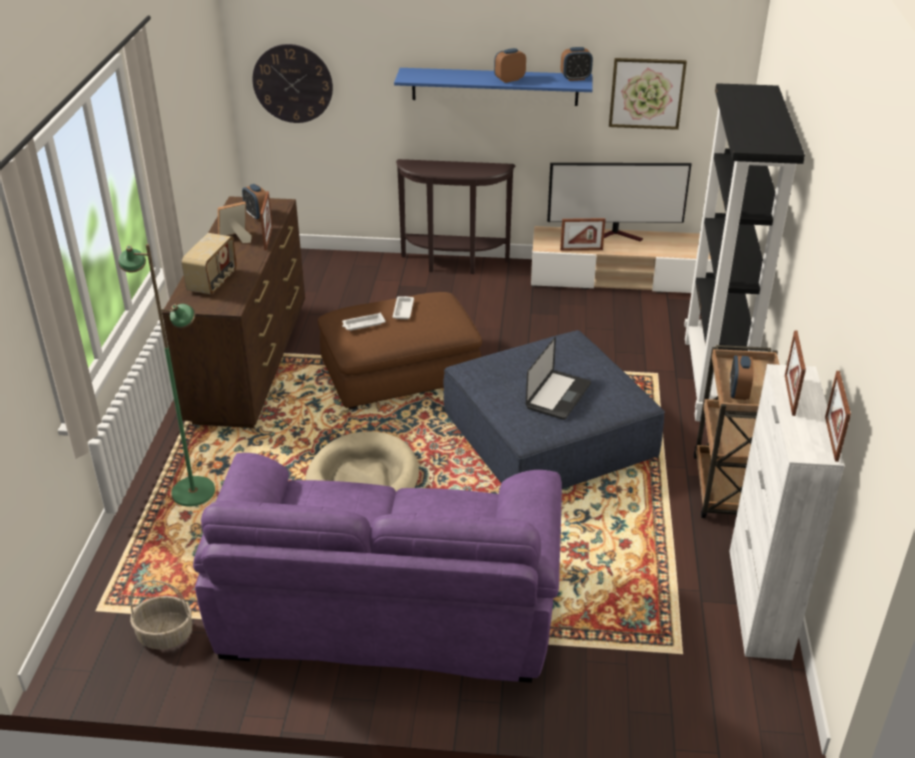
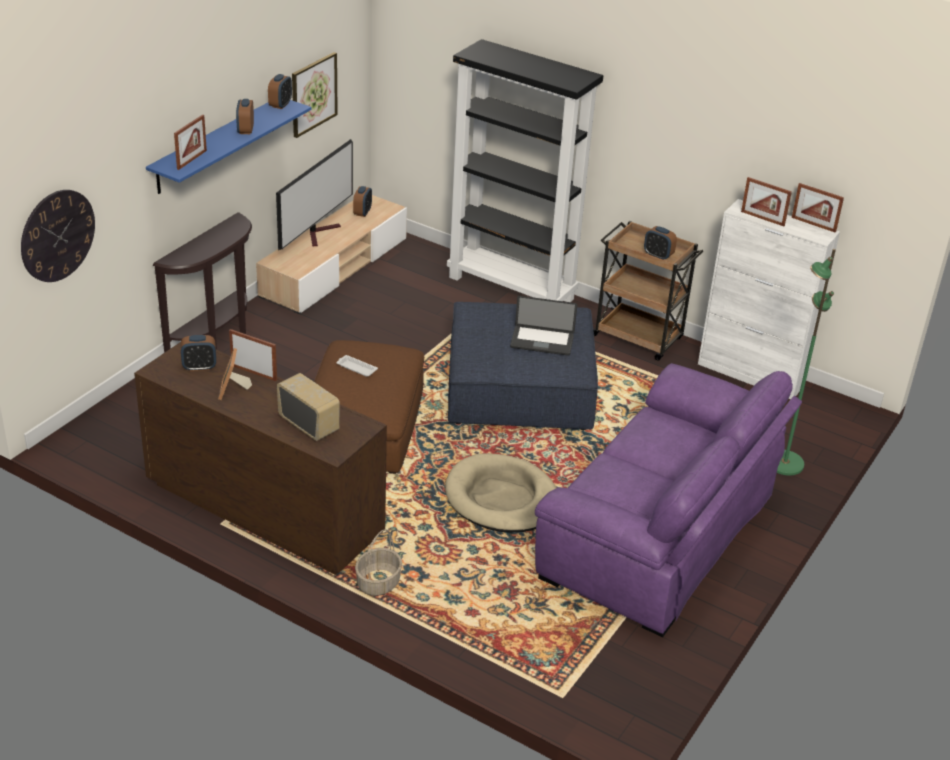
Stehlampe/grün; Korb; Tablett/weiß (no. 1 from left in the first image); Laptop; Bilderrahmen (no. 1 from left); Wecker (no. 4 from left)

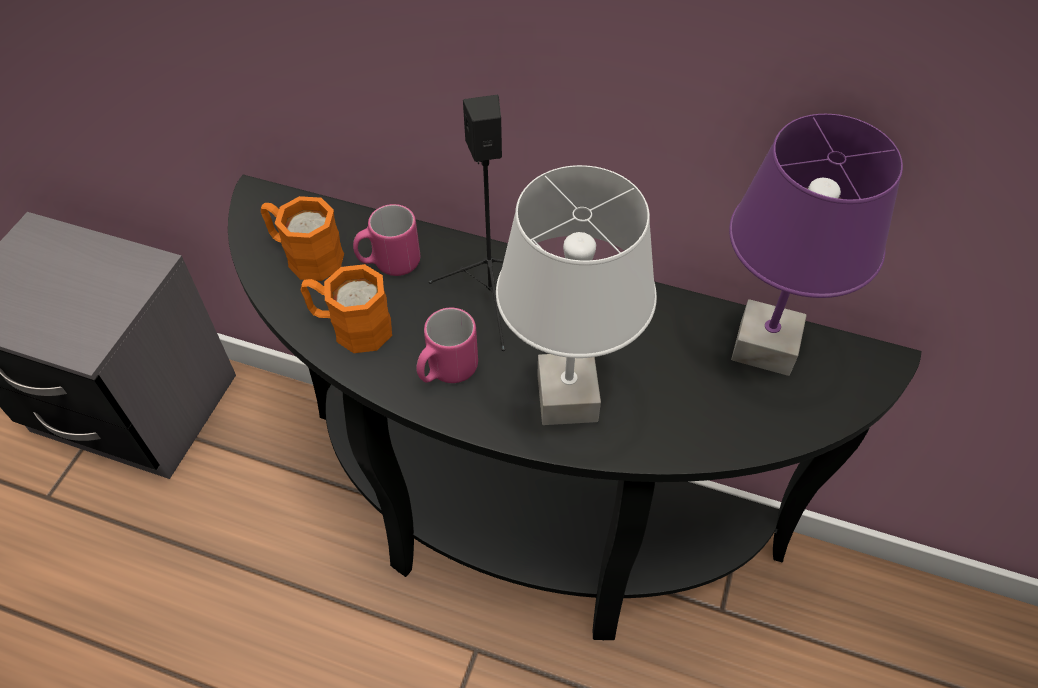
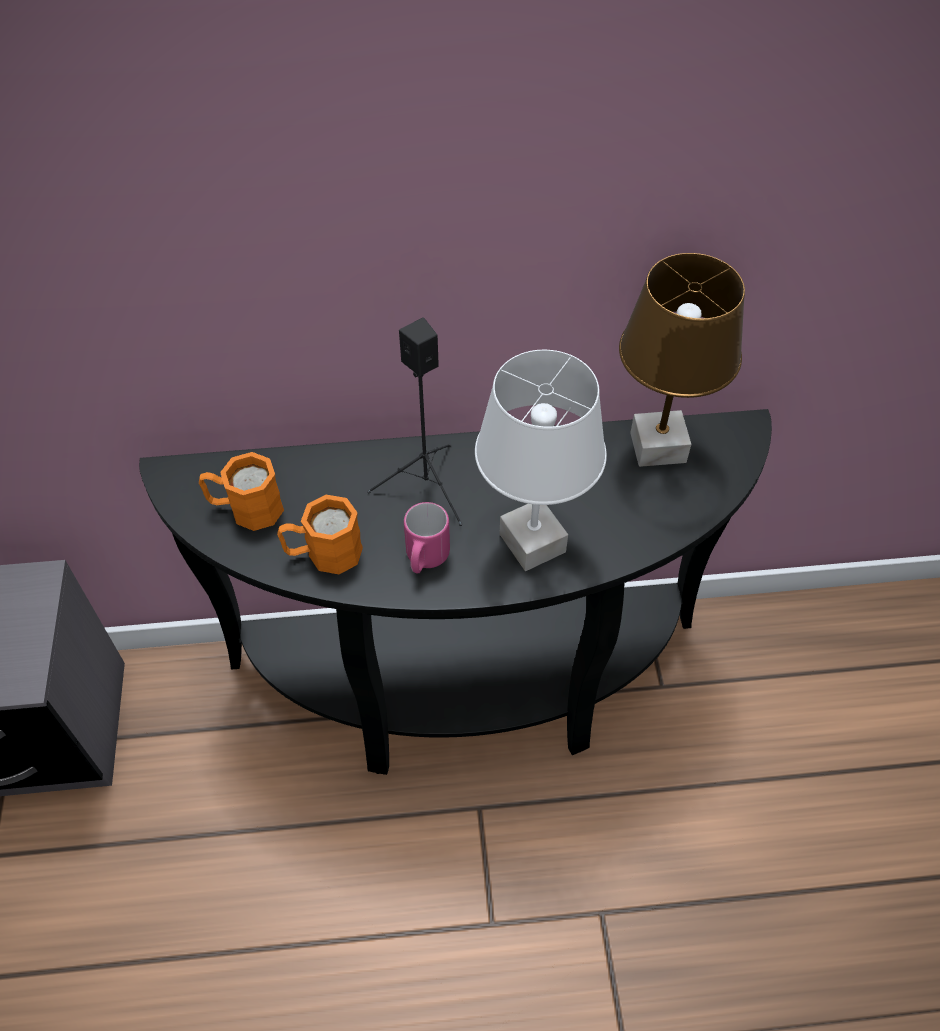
Henkelbecher/rosa (no. 1 from left in the first image); Tischlampe/braun

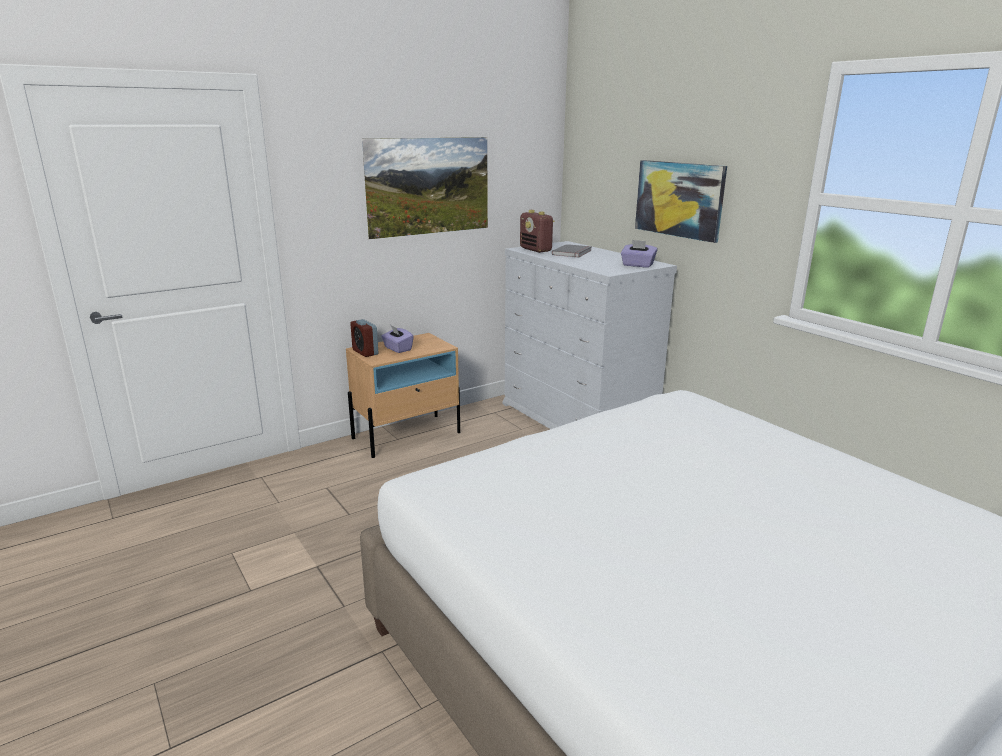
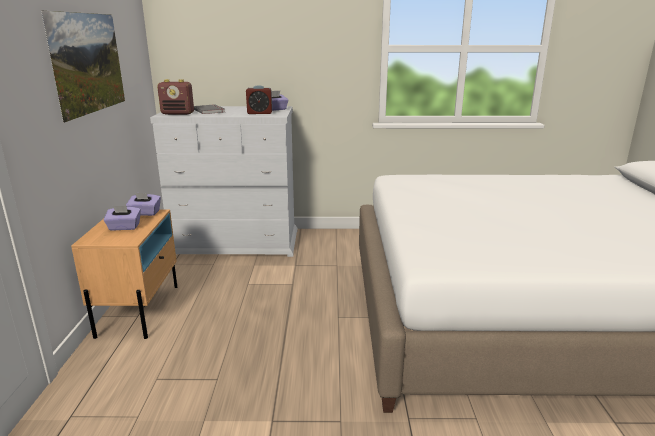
Wecker; Bild (no. 2 from left in the first image); Taschentuchbox/lila (no. 2 from left)

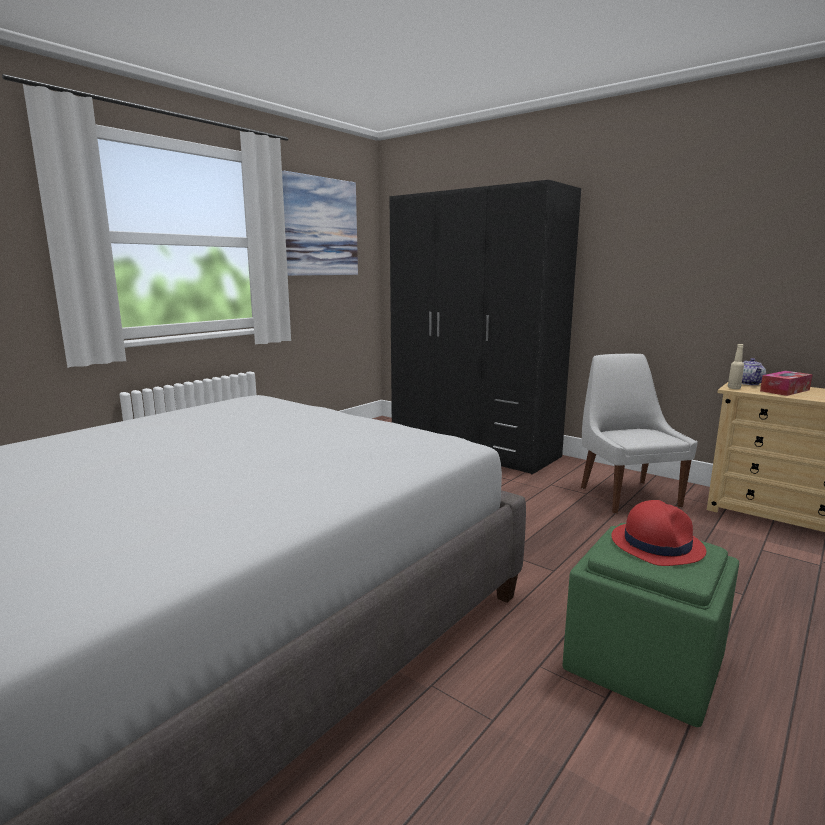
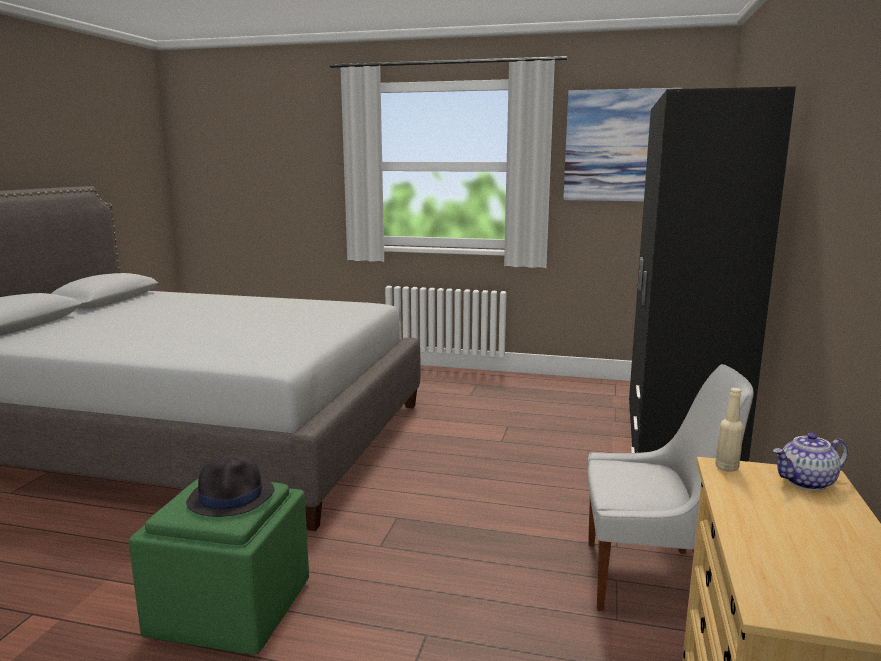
Stuhl/weiß; Hut/schwarz; Taschentuchbox

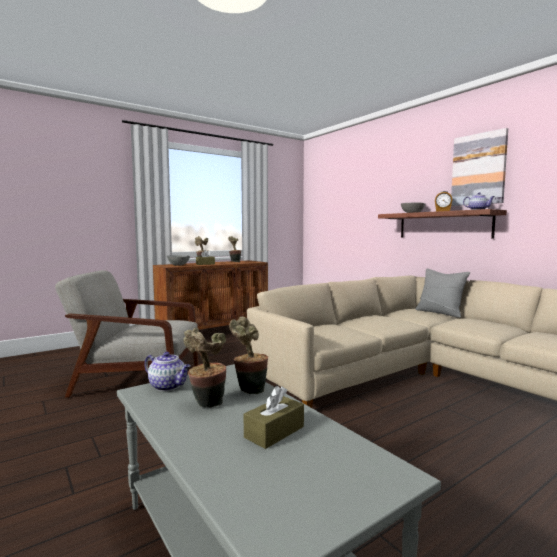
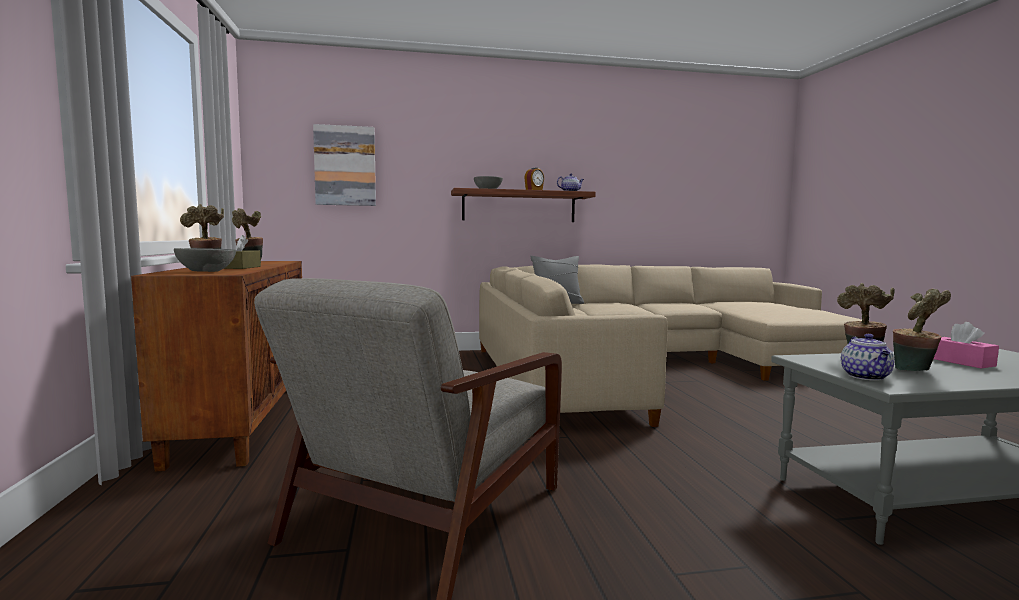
Teekanne (no. 2 from left); Taschentuchbox/rosa; Bild

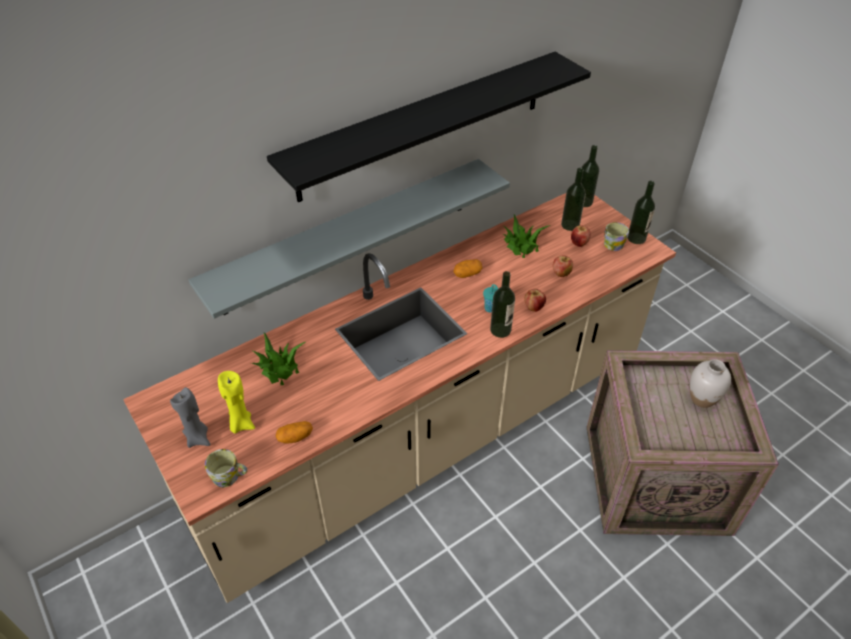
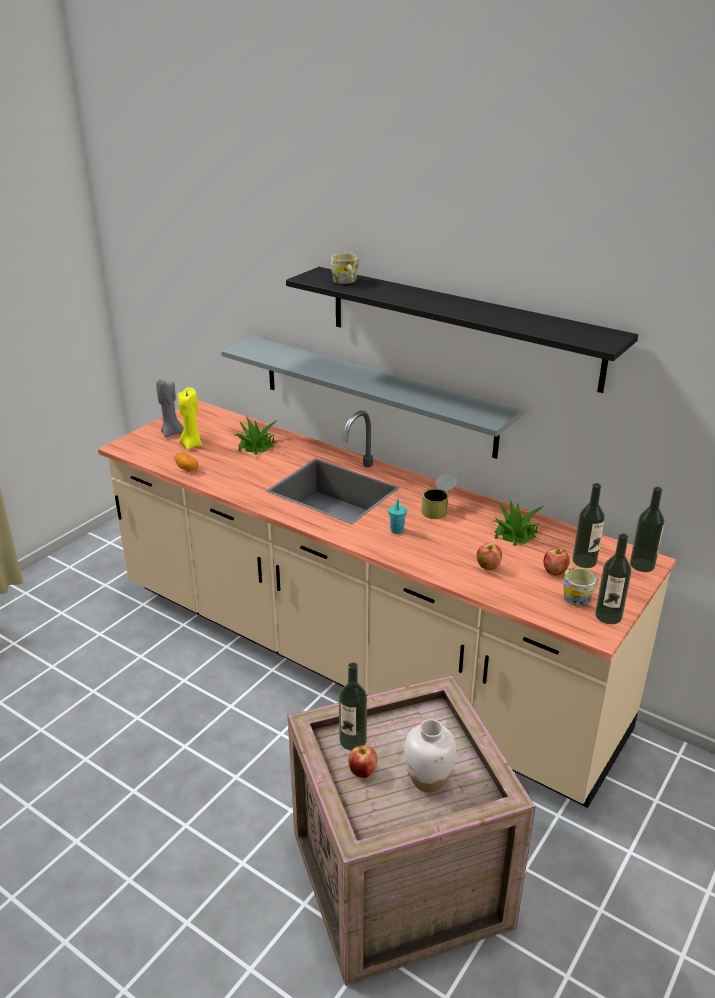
Henkelbecher (no. 1 from left); Dose; Flasche (no. 1 from left); Apfel (no. 1 from left)

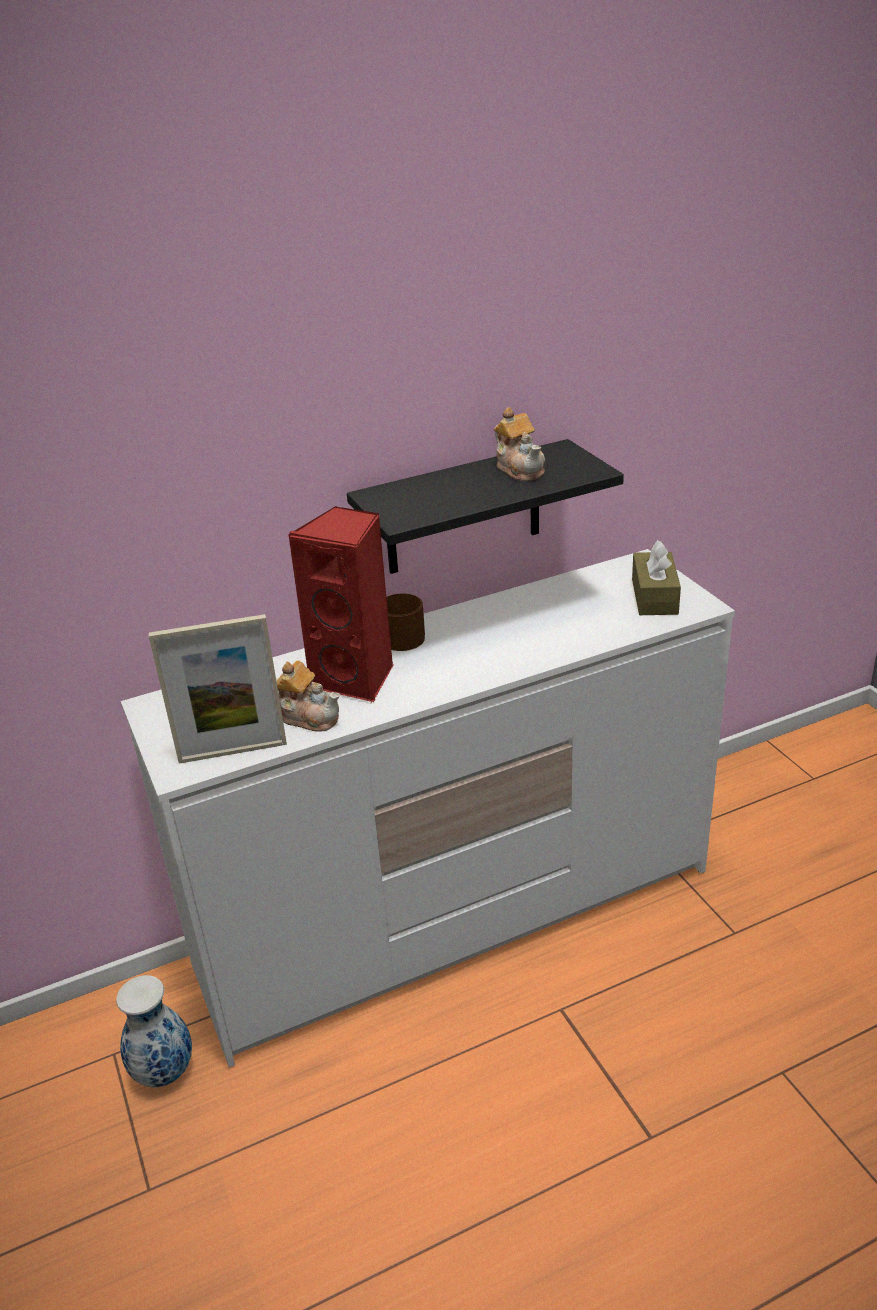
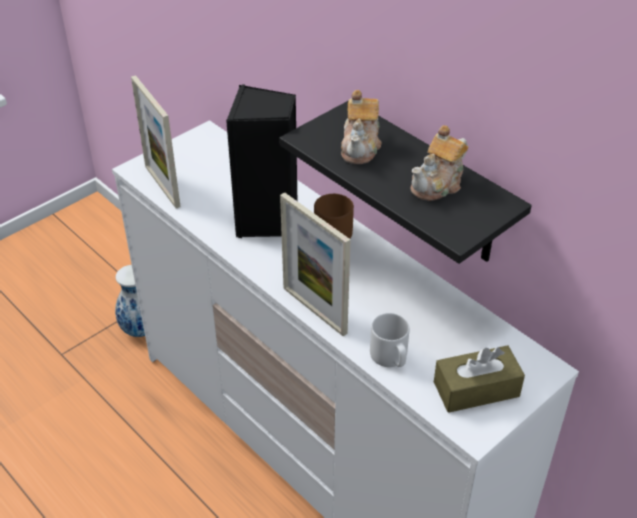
Teekanne (no. 1 from left); Lautsprecher/schwarz; Bilderrahmen (no. 2 from left); Henkelbecher/grau

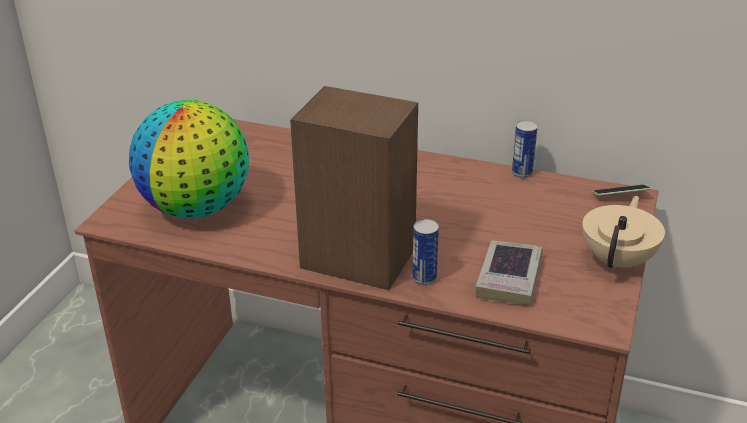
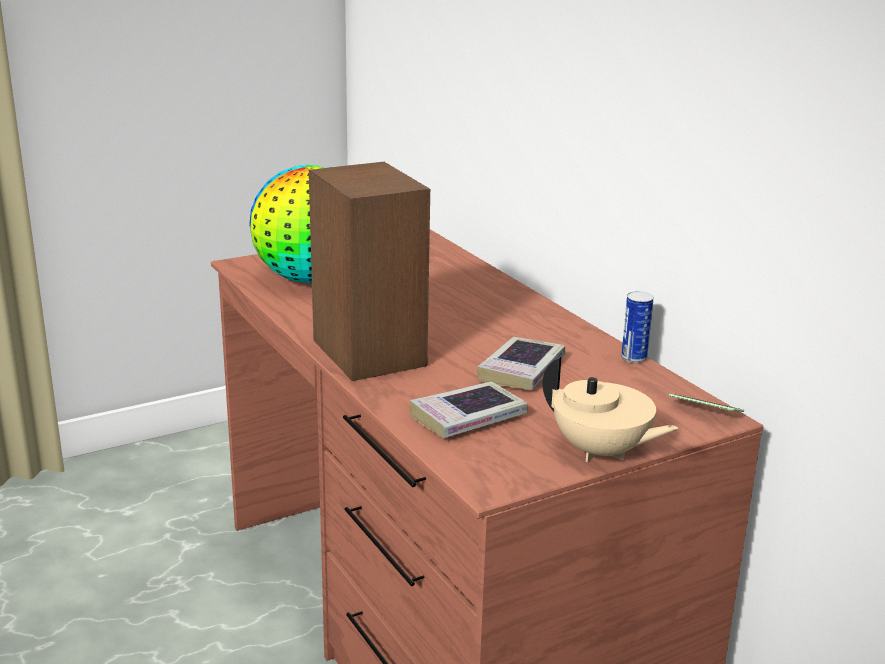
Dose (no. 1 from left in the first image); Teekanne/beige; Buch (no. 2 from left)

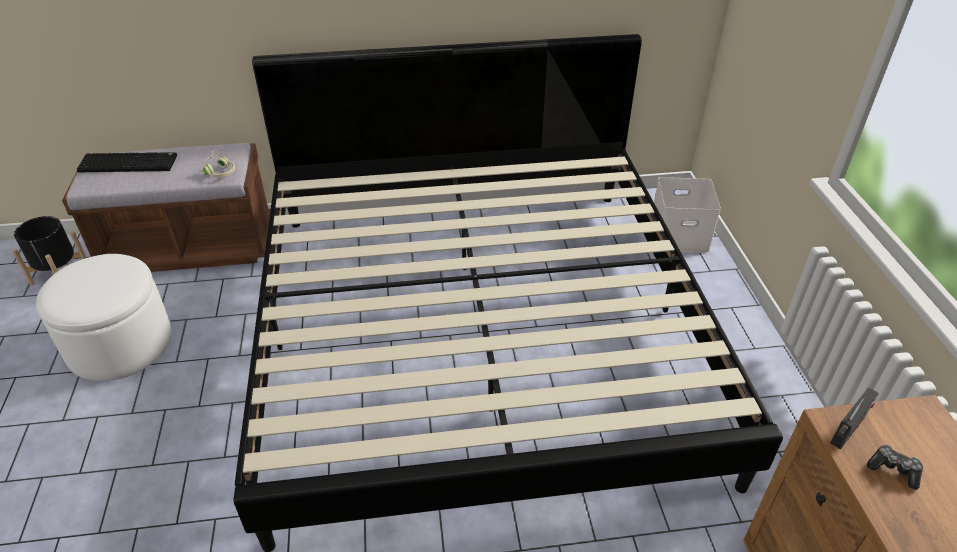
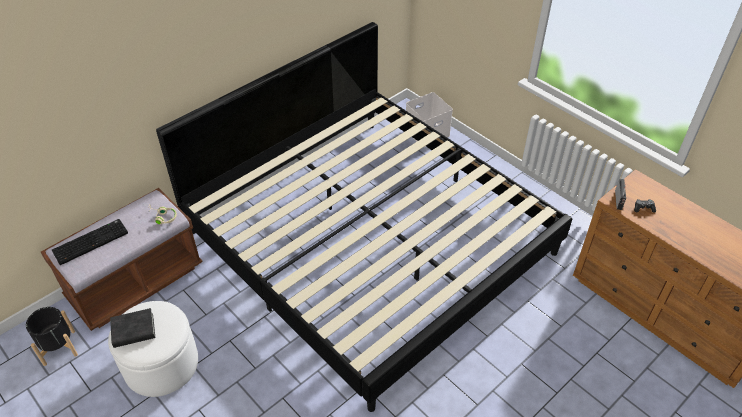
Buch/schwarz

